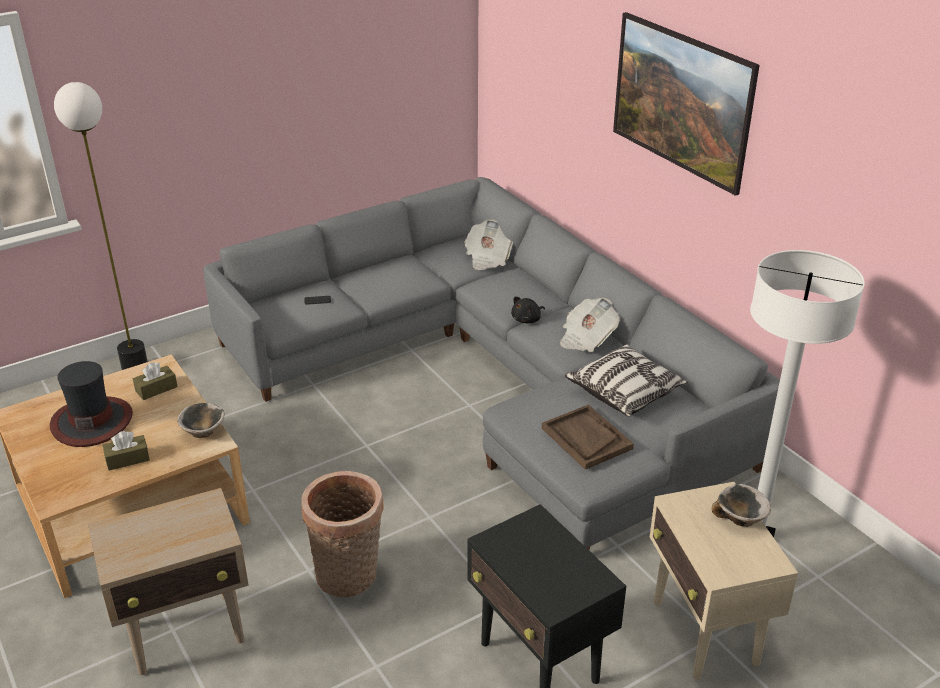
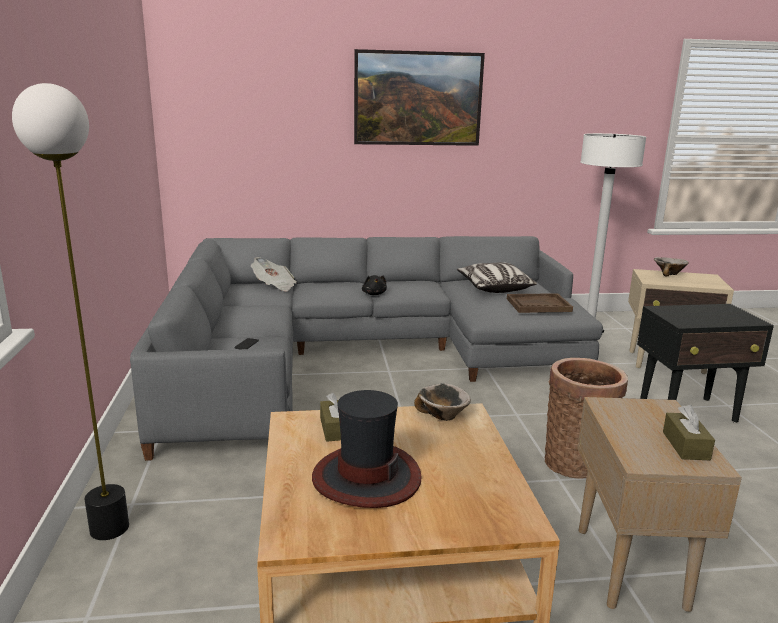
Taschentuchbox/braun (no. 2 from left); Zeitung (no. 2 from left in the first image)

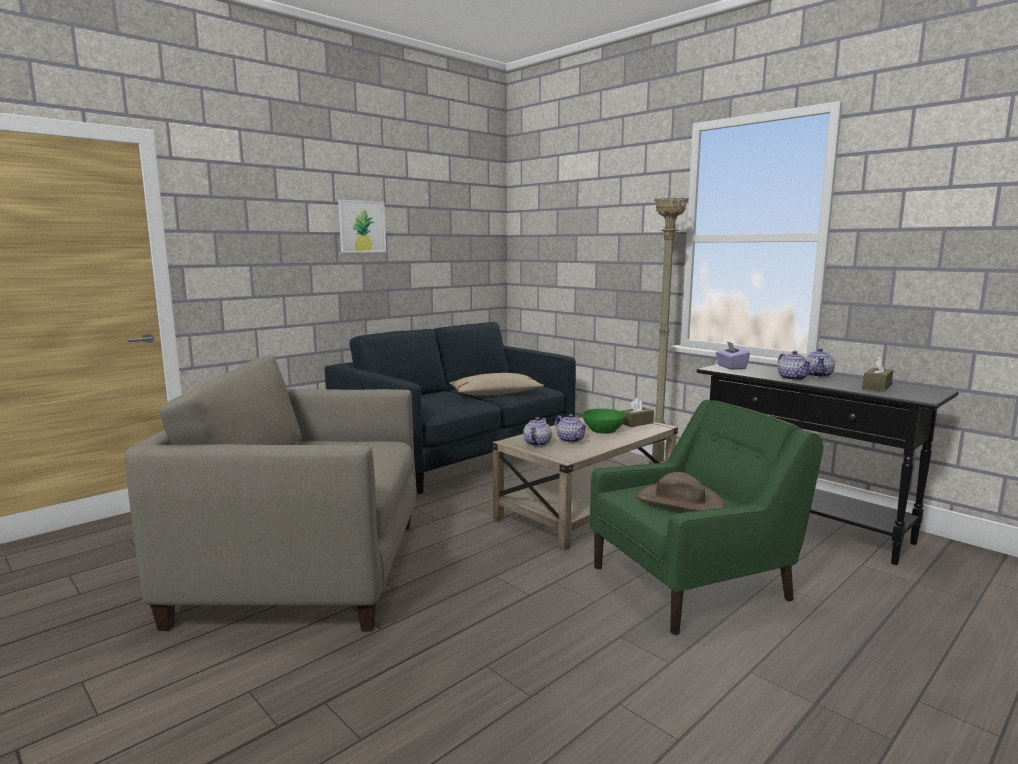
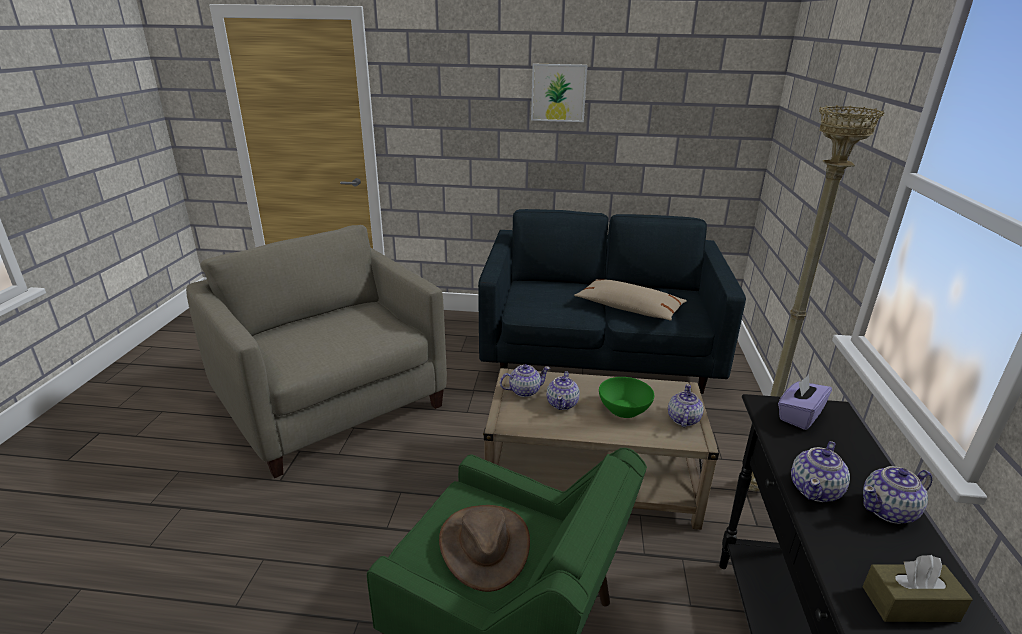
Teekanne (no. 3 from left)

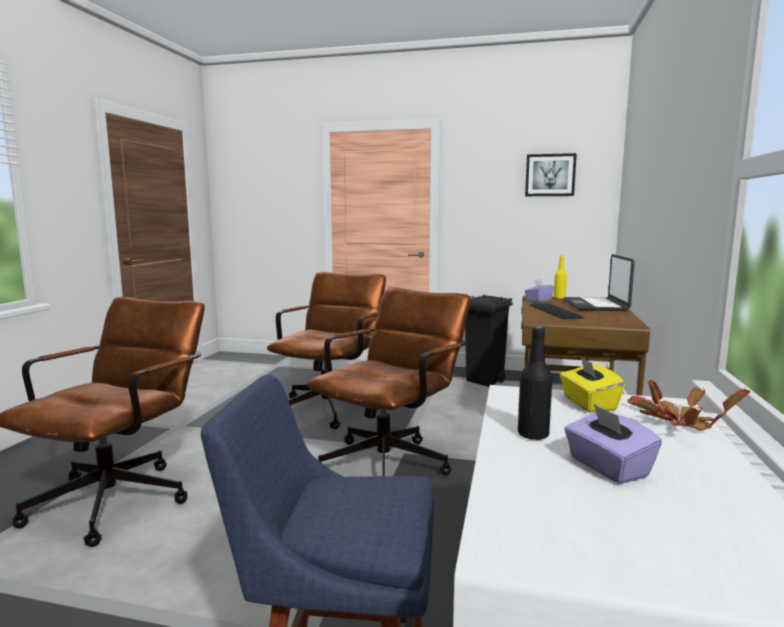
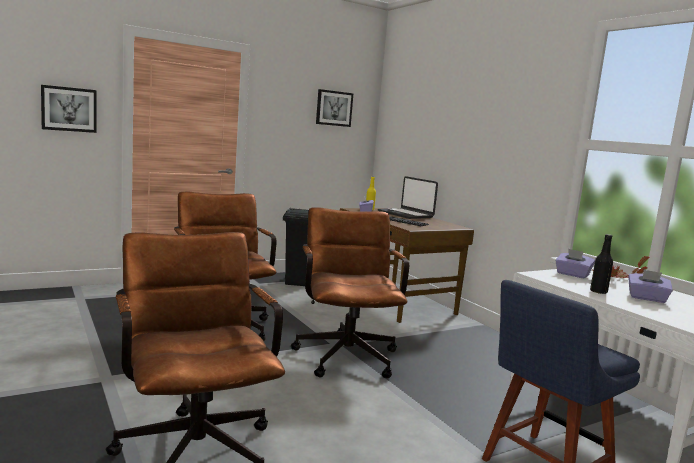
Taschentuchbox/lila (no. 2 from left); Bild (no. 1 from left)

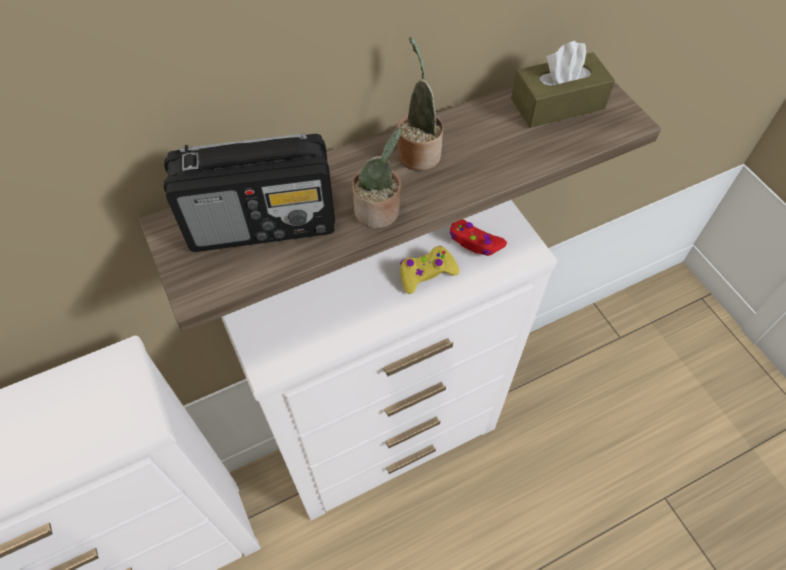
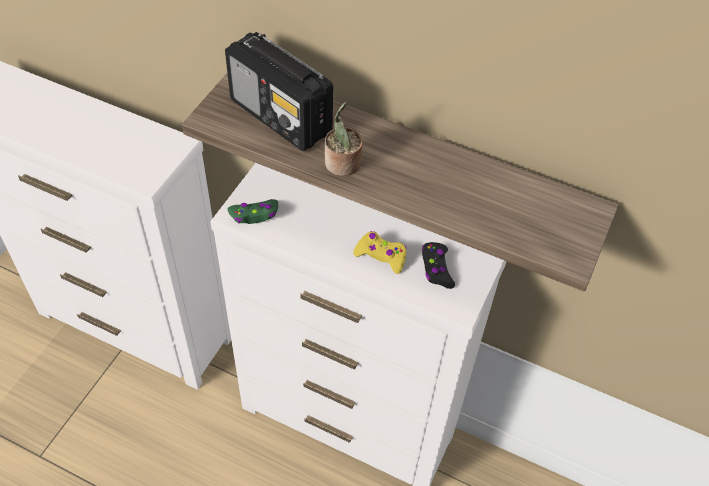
Topfpflanze (no. 2 from left in the first image); Gamepad/schwarz; Taschentuchbox/braun; Gamepad/grün

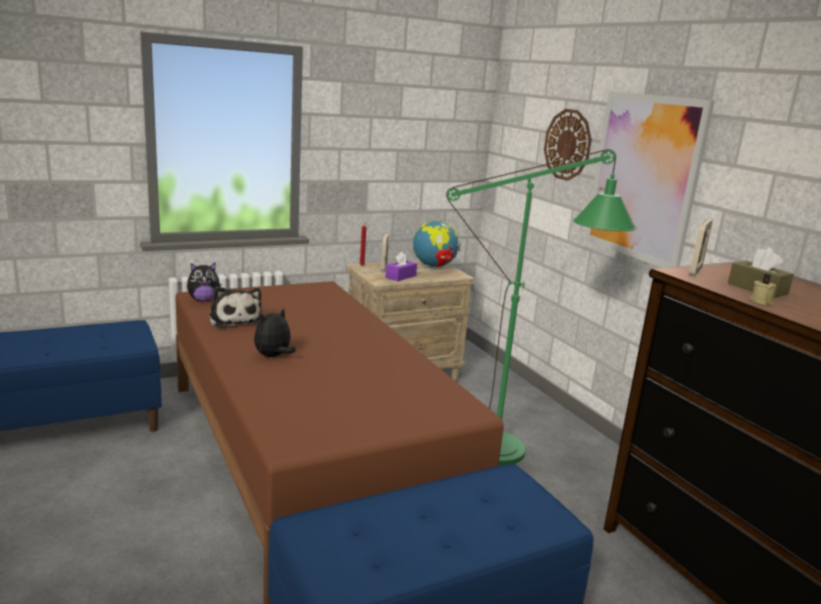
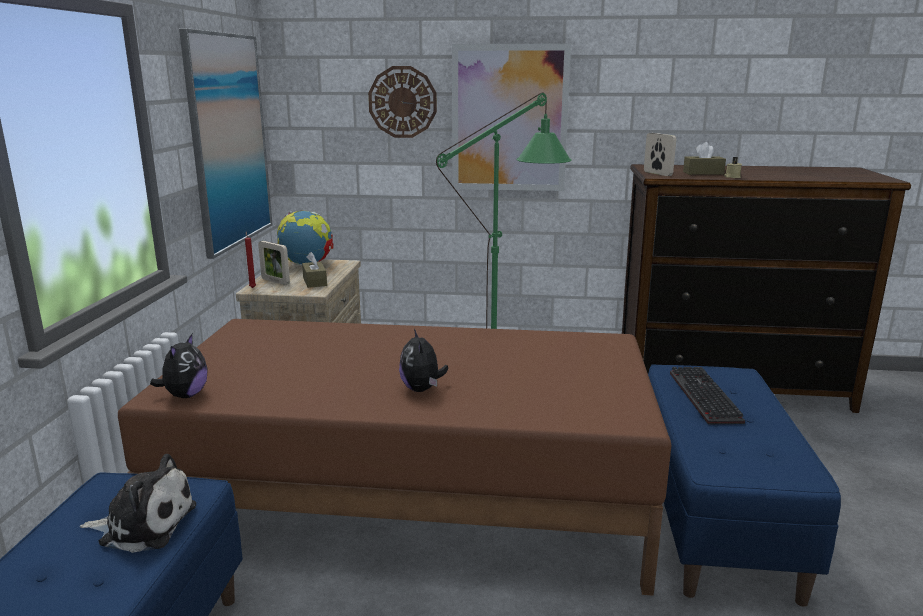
Plüschtier (no. 1 from left); Taschentuchbox/braun (no. 1 from left); Bild (no. 1 from left); Tastatur

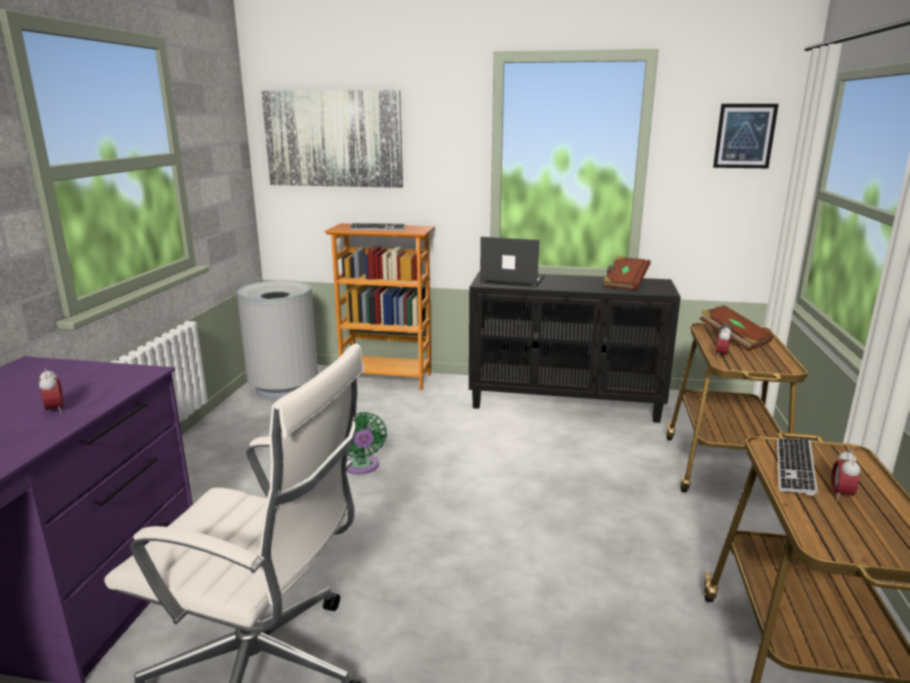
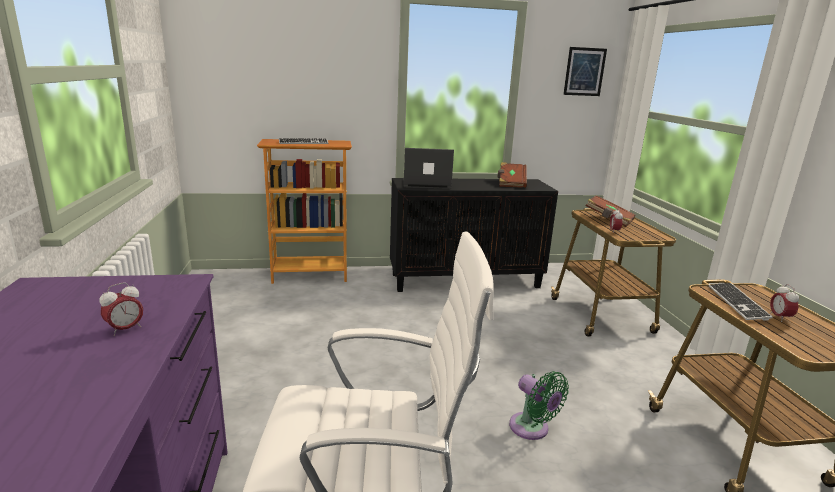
Wecker (no. 1 from left); Mülleimer/grau; Bild (no. 1 from left in the first image); Ventilator/grün

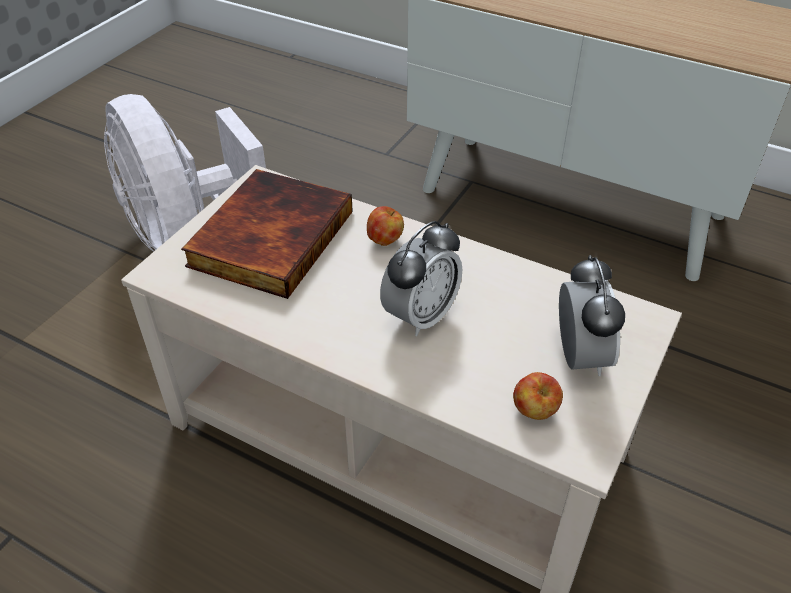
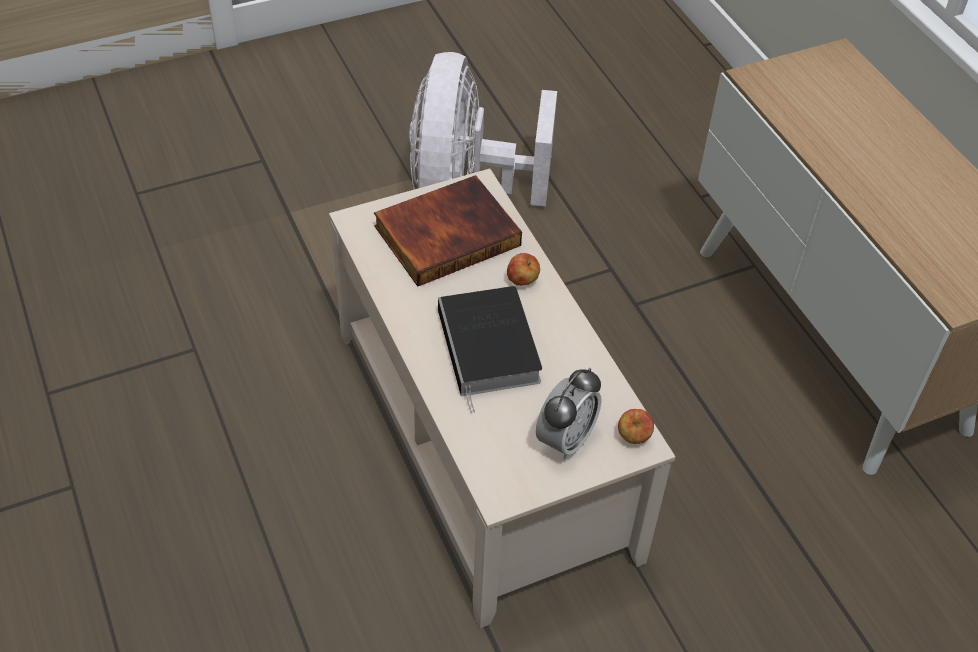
Buch (no. 2 from left); Apfel (no. 2 from left)

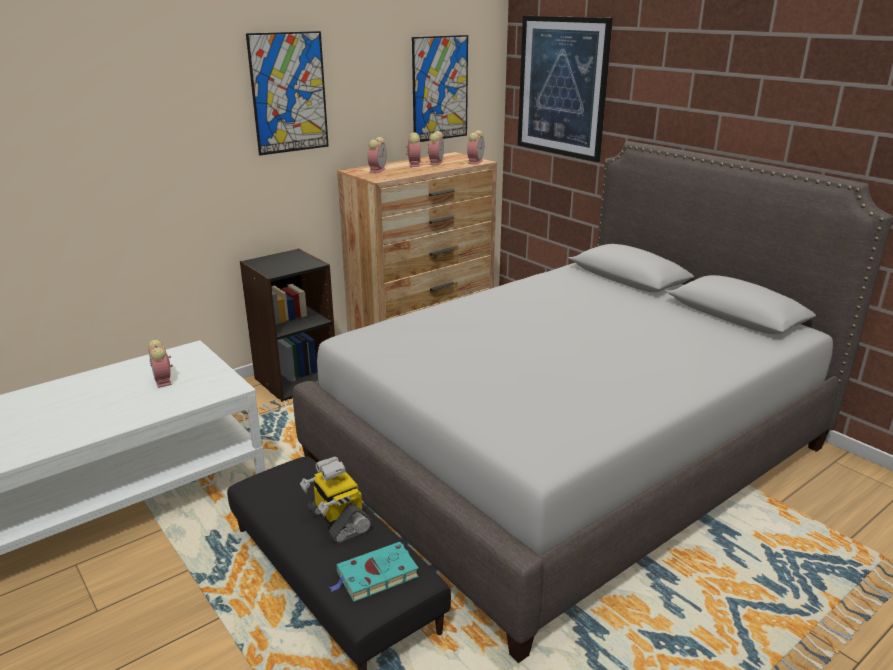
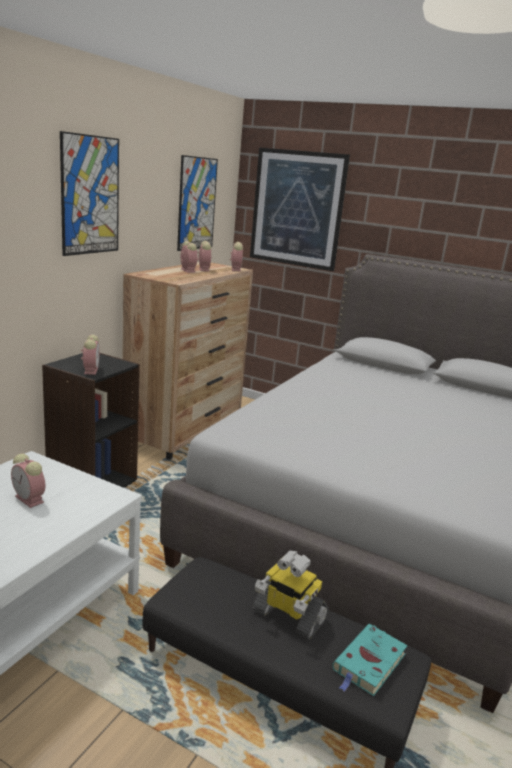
Wecker (no. 2 from left)

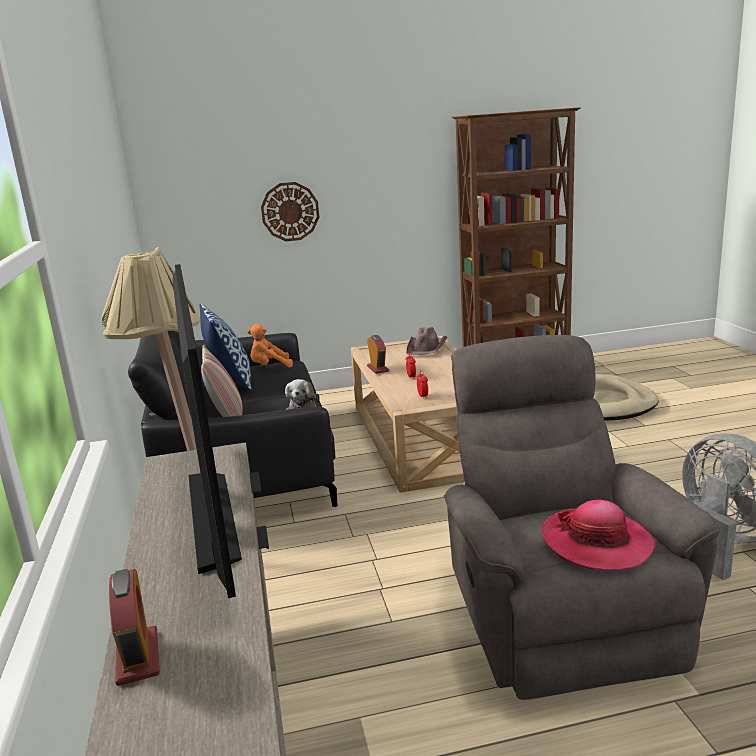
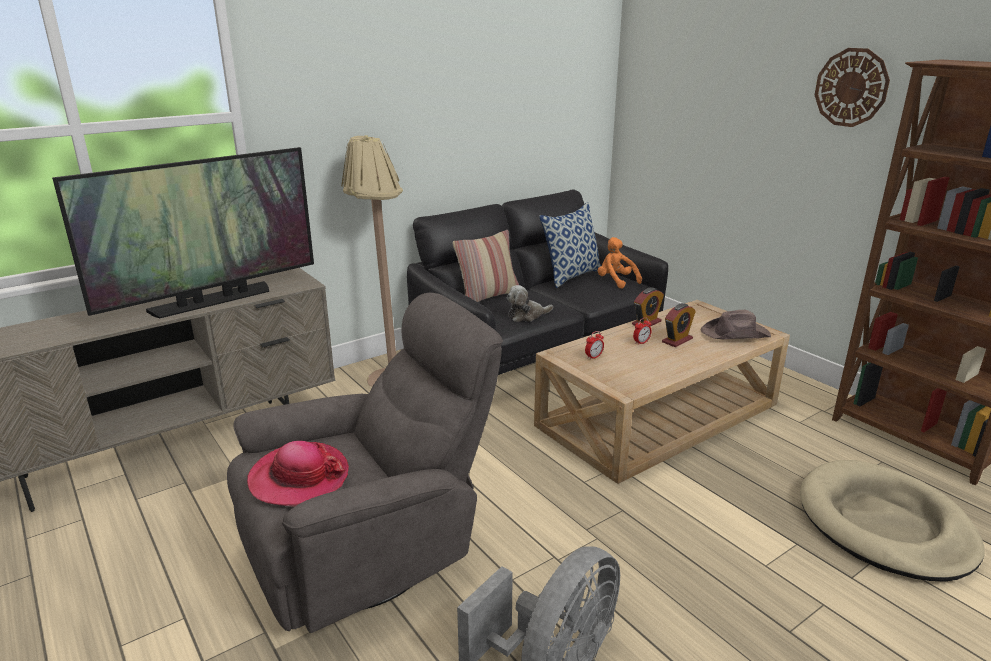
Wecker (no. 4 from left); Wanduhr

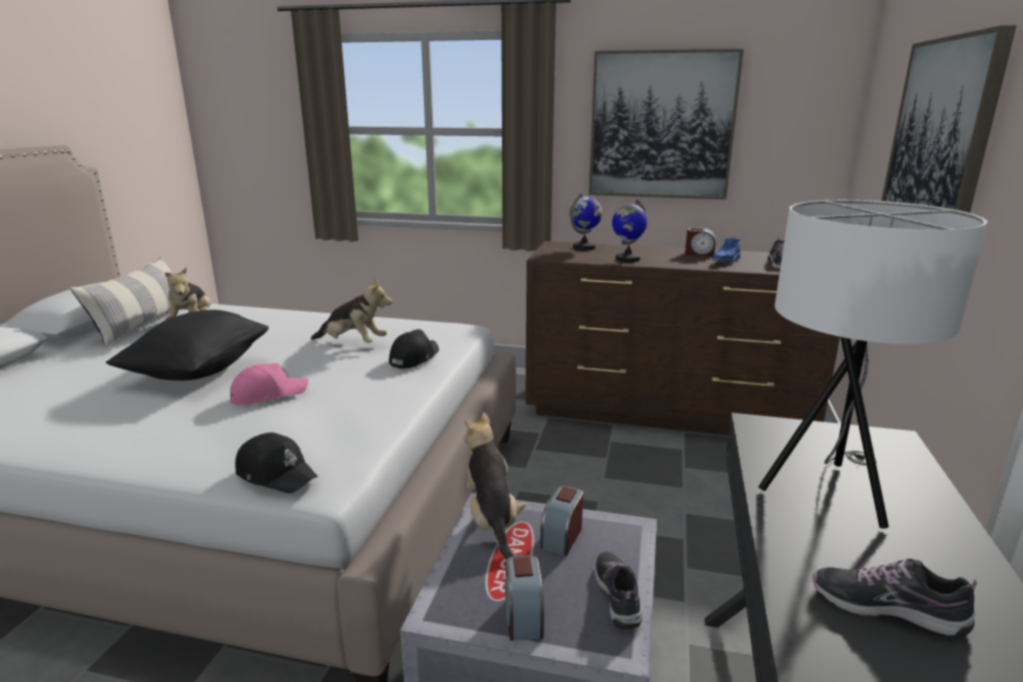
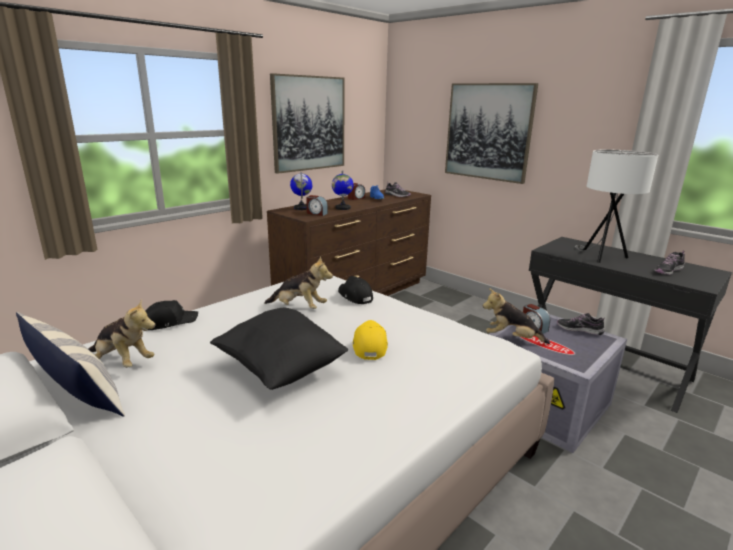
Kappe/gelb; Kappe/schwarz (no. 1 from left); Plüschtier (no. 2 from left); Wecker (no. 1 from left)

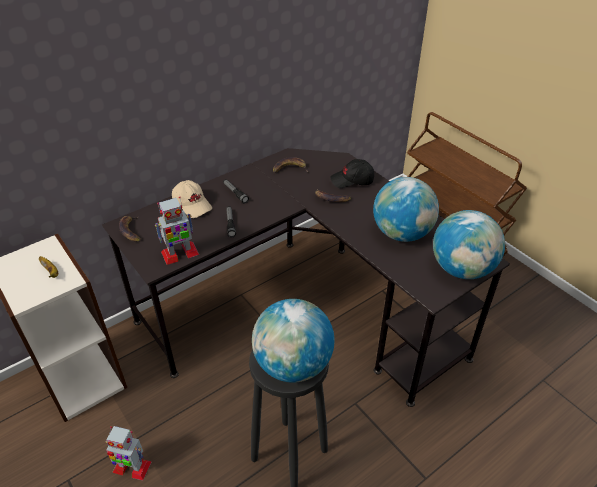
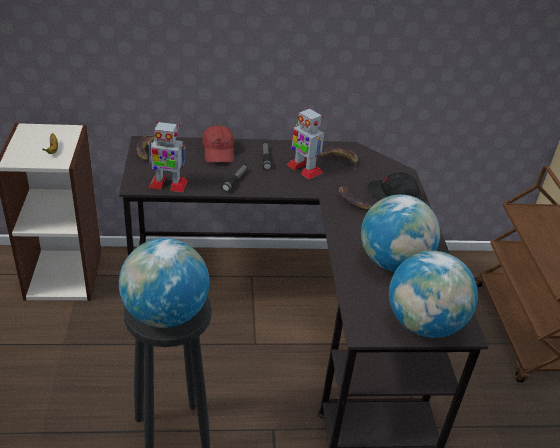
Spielzeugroboter (no. 2 from left); Kappe/rot

